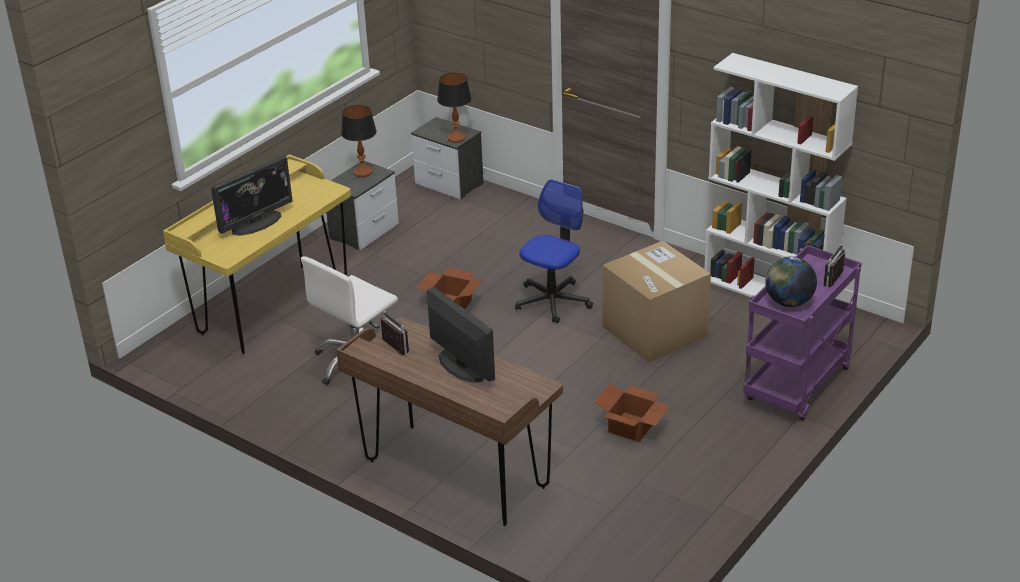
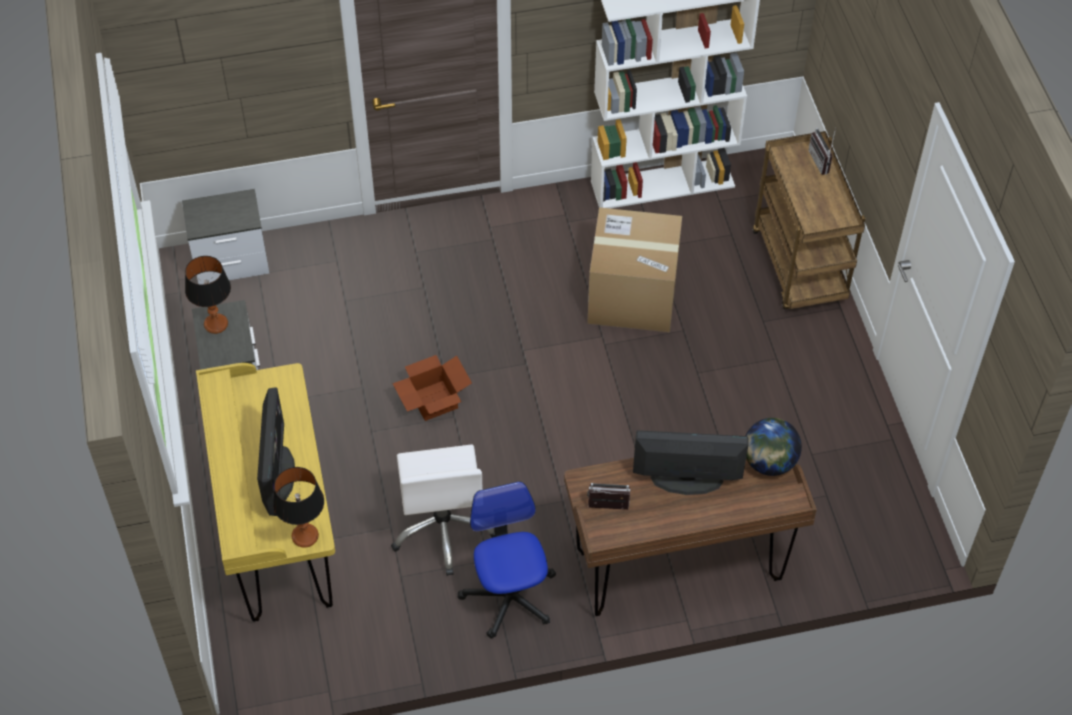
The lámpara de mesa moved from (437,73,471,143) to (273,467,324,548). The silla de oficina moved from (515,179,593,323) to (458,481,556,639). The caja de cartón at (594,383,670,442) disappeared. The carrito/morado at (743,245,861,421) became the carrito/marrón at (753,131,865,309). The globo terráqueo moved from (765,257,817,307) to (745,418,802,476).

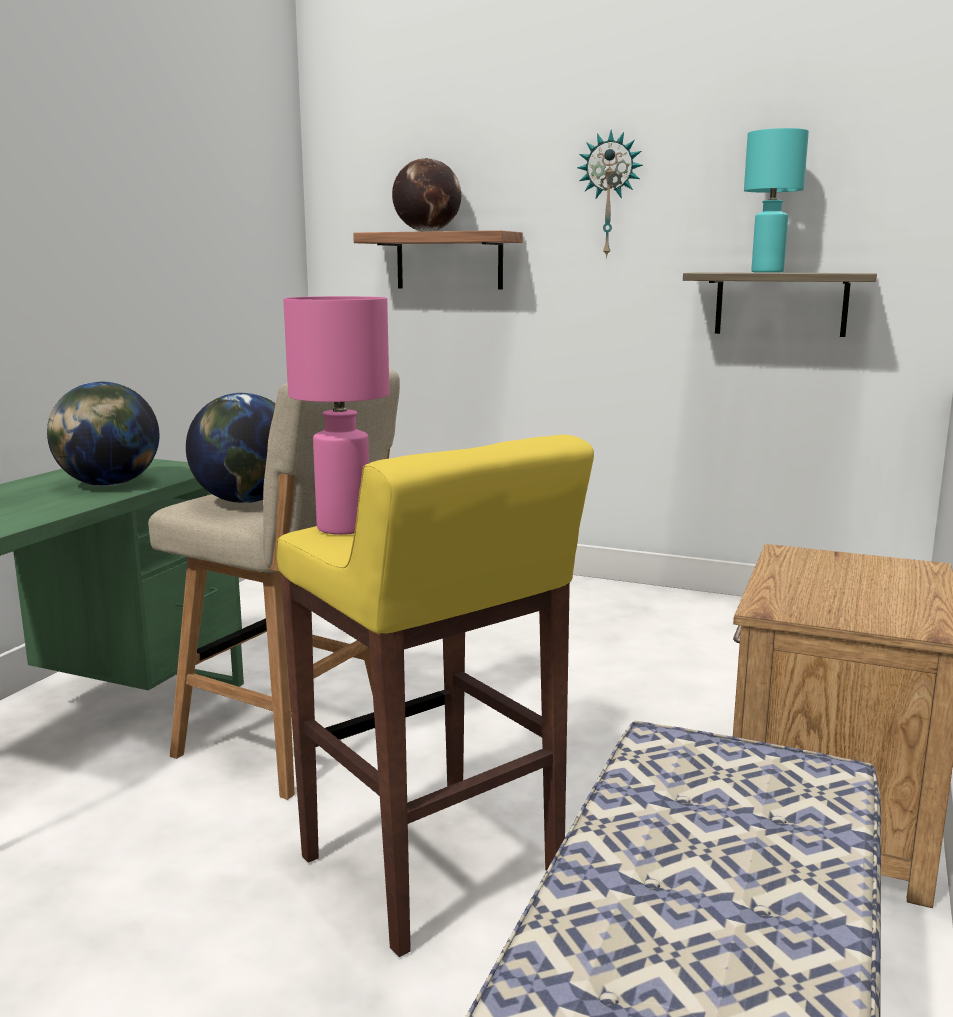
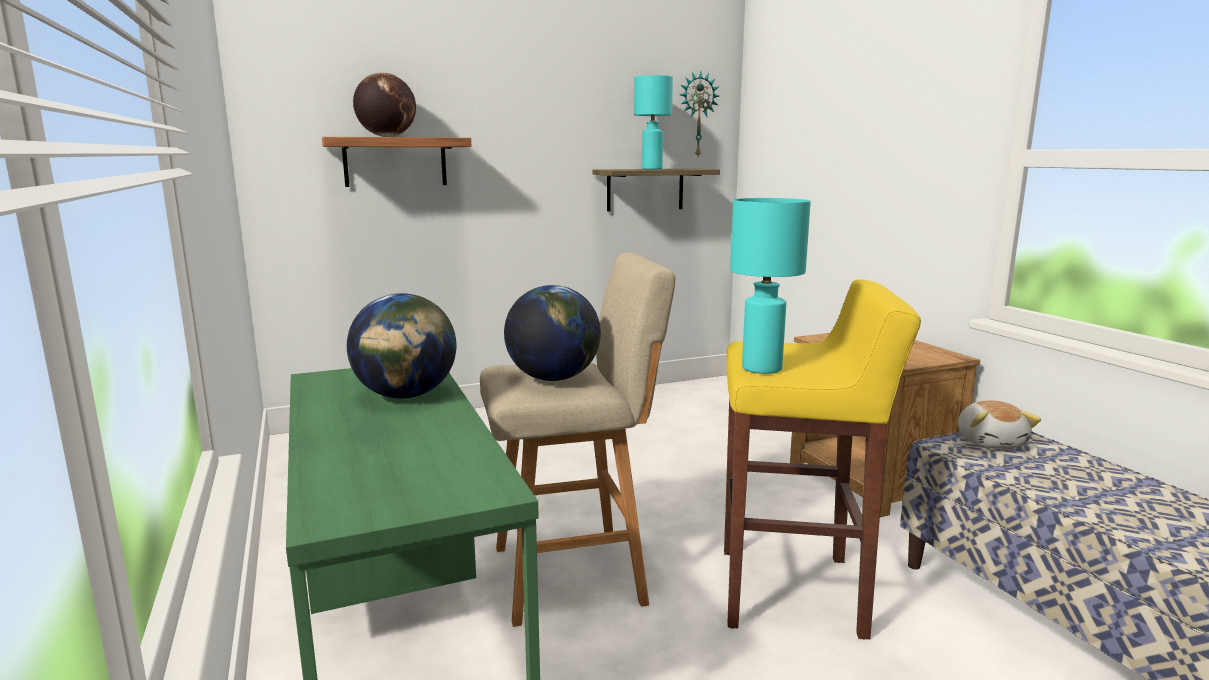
The lámpara de mesa/rosa at (283,296,389,535) became the lámpara de mesa/turquesa at (730,198,811,374). The reloj de pared moved from (577,130,643,259) to (679,71,719,156). The peluche at (958,401,1041,448) appeared.

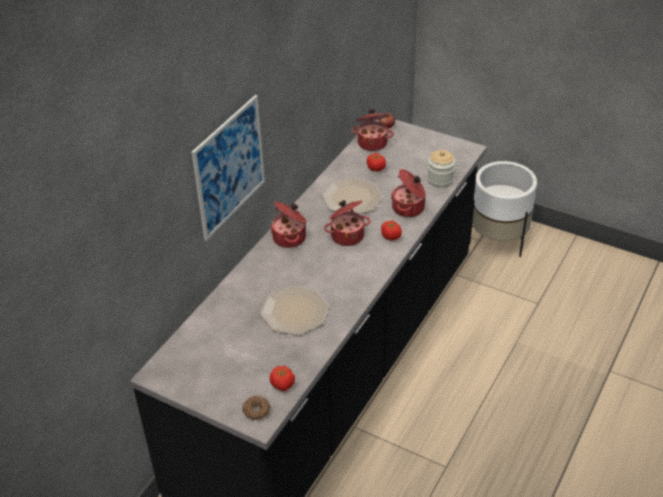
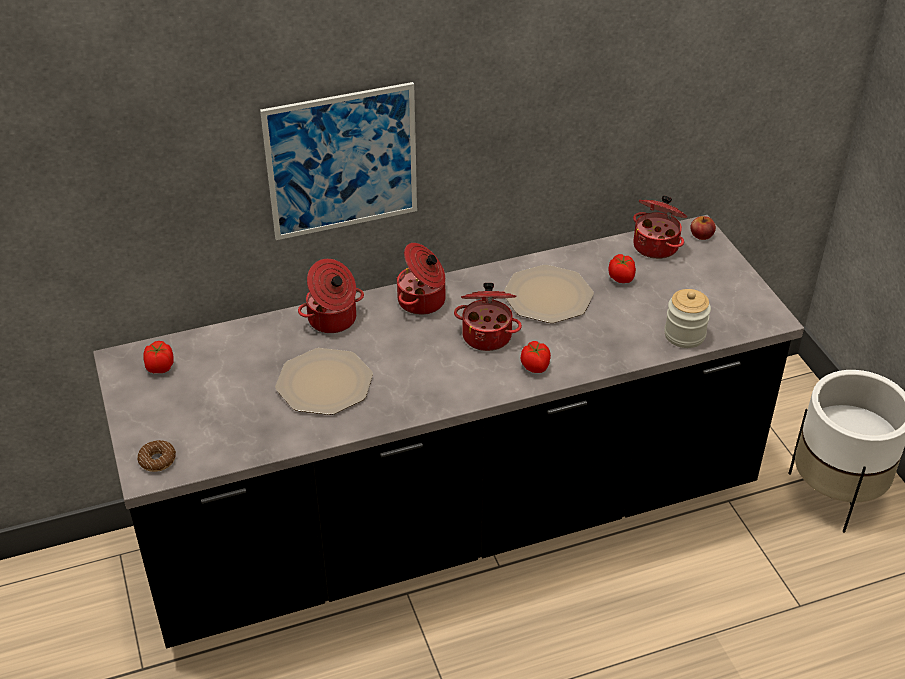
The tomate moved from (270,366,295,391) to (143,341,174,373). The olla moved from (391,169,426,217) to (298,259,364,333).

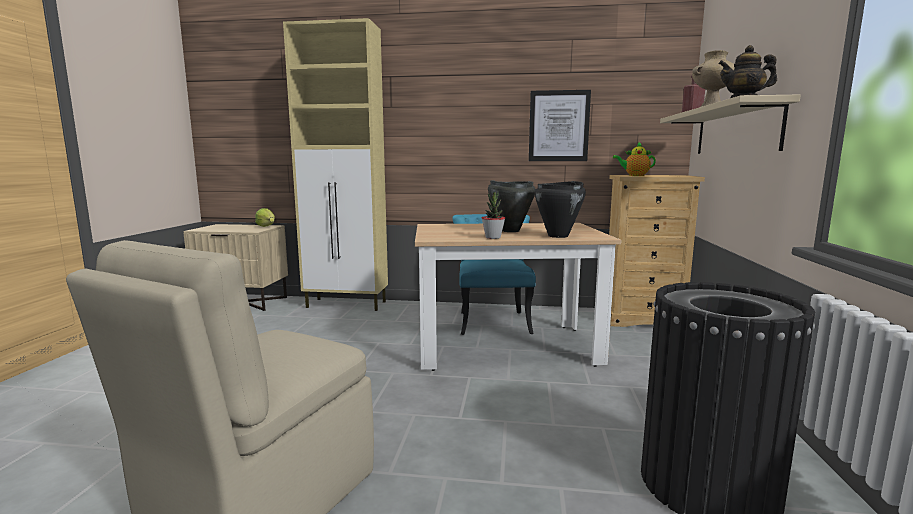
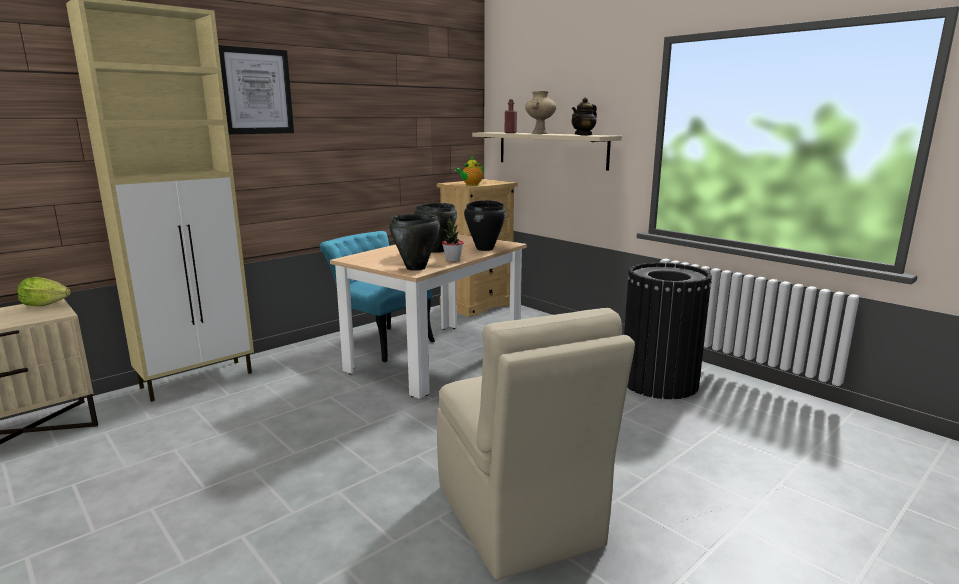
The cuadro moved from (529,90,591,161) to (218,45,294,134). The olla/negro at (389,214,440,271) appeared.

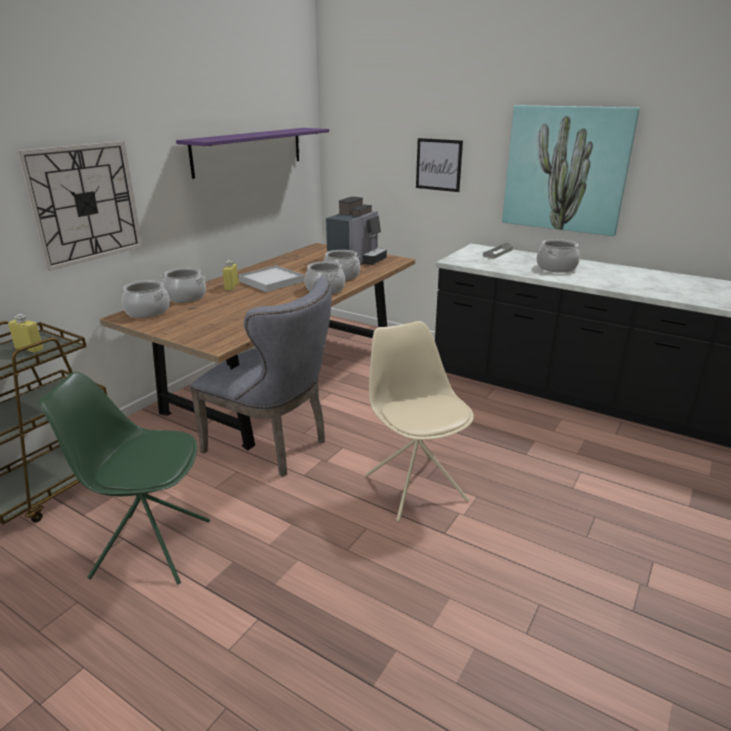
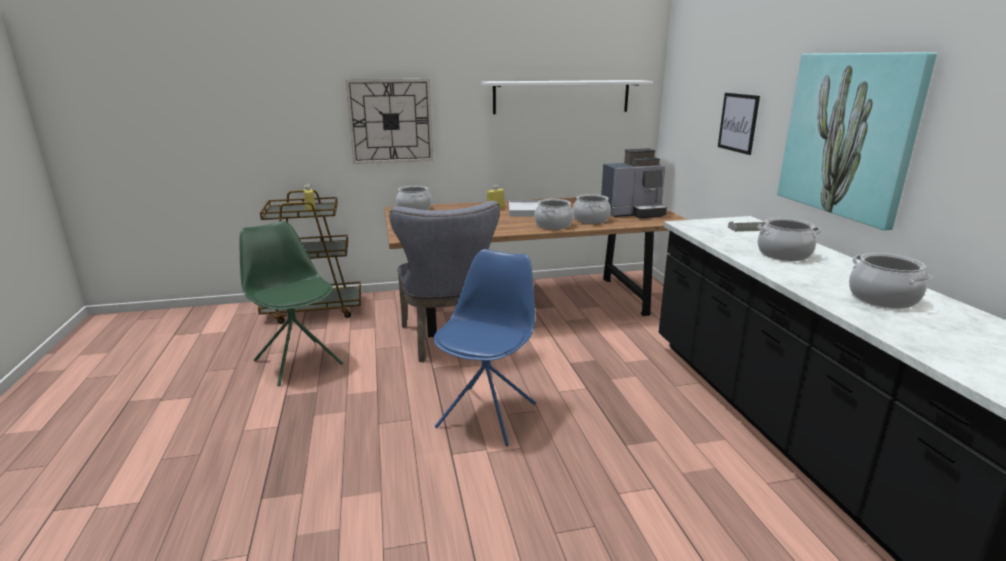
The olla moved from (161,268,206,303) to (849,253,932,308). The estante/morado at (176,128,329,179) became the estante/blanco at (481,80,653,114). The silla/beis at (365,321,474,522) became the silla/azul at (434,249,536,446).

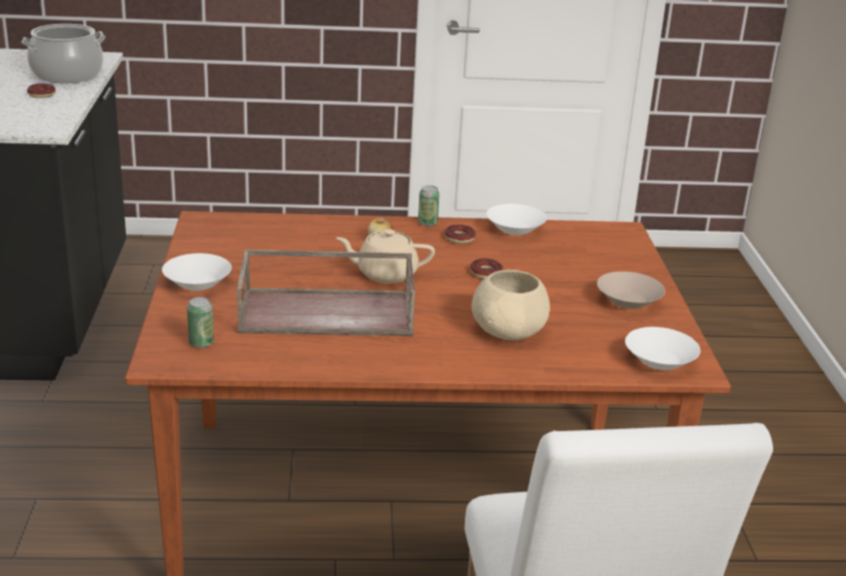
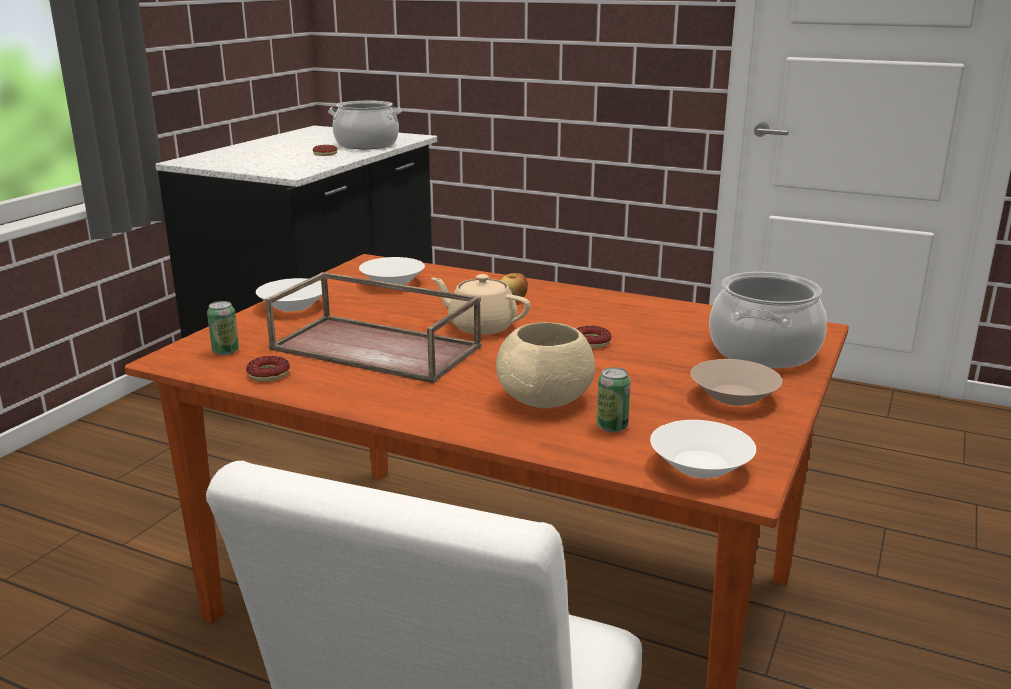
The lata moved from (418,185,439,226) to (597,367,631,432). The rosquilla moved from (444,225,476,244) to (246,356,290,381). The cuenco/blanco moved from (486,204,546,235) to (359,257,425,285). The olla at (709,272,827,368) appeared.

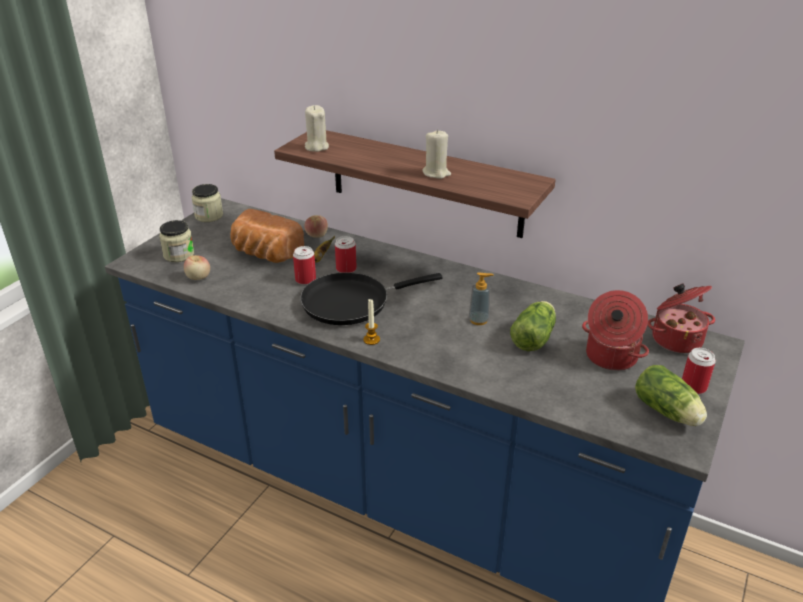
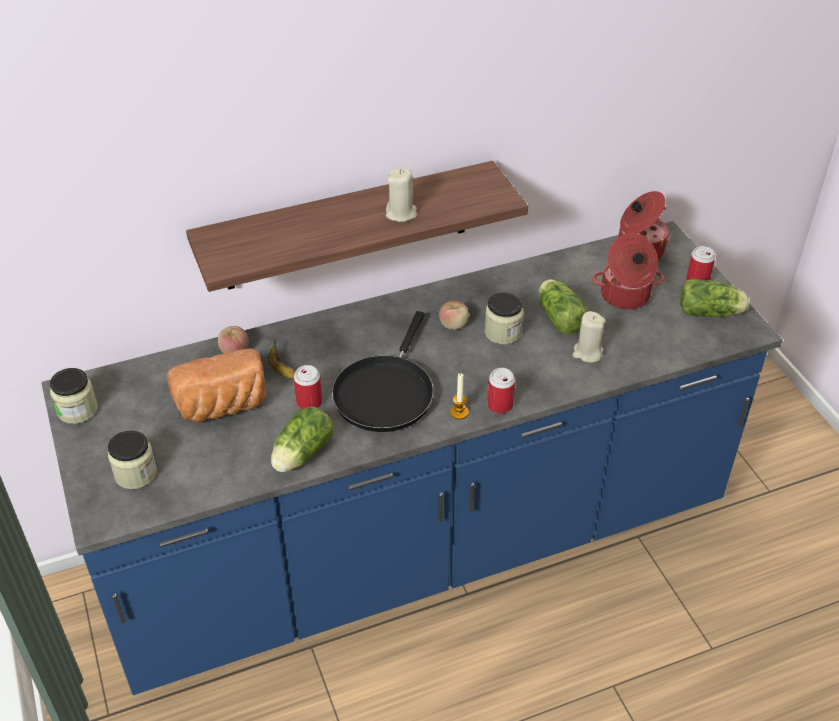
The manzana moved from (184,255,210,280) to (439,300,469,330). The vela/beis moved from (305,105,329,152) to (573,311,606,363). The lata moved from (335,236,357,273) to (487,368,515,414). The dispensador de jabón at (468,272,494,325) was replaced by the tarro at (485,292,523,345). The lechuga at (271,407,334,472) appeared.

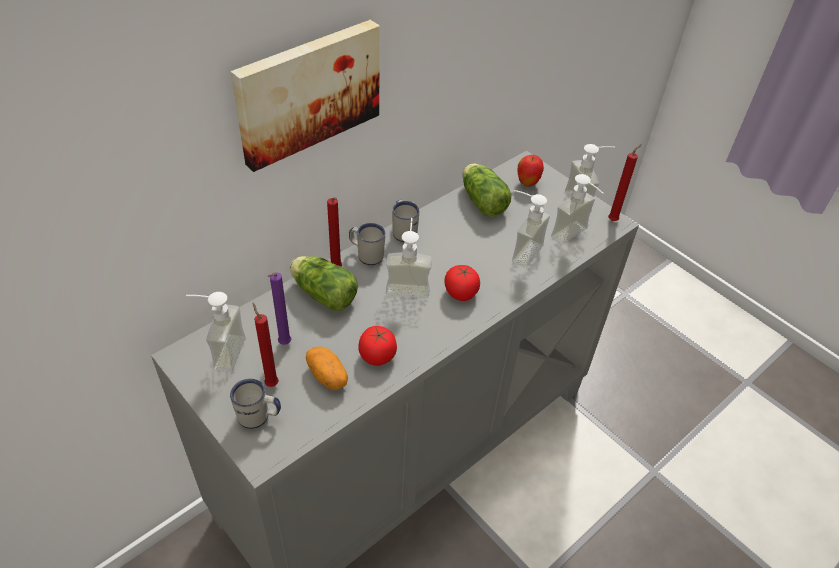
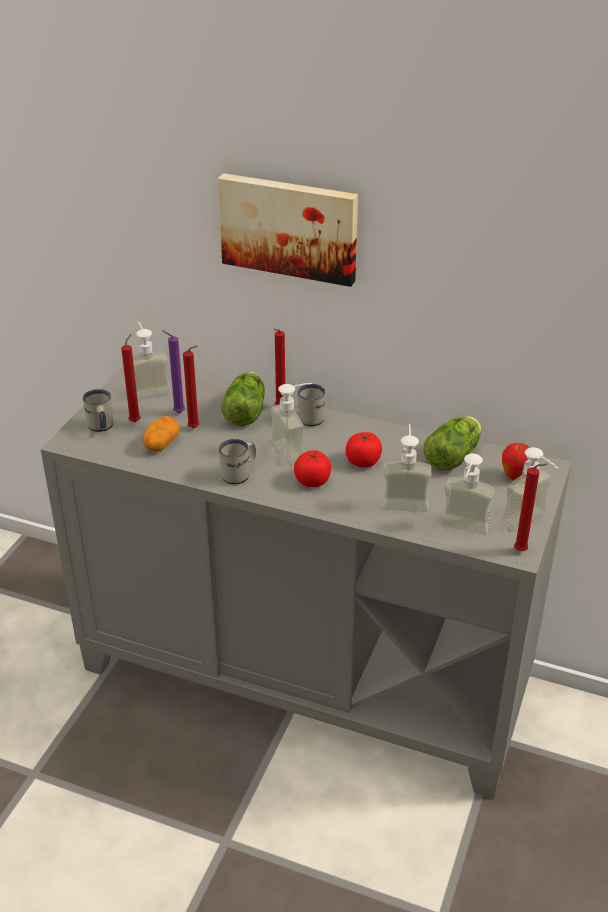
The tomate moved from (358,326,397,366) to (346,432,382,468). The taza grande/blanco moved from (392,200,419,242) to (219,439,256,484). The vela/rojo at (183,346,200,428) appeared.

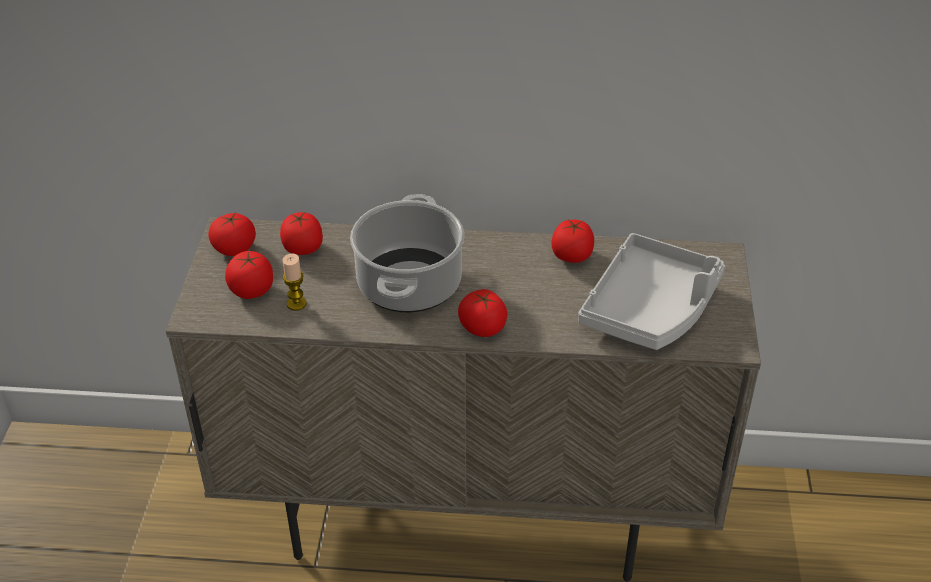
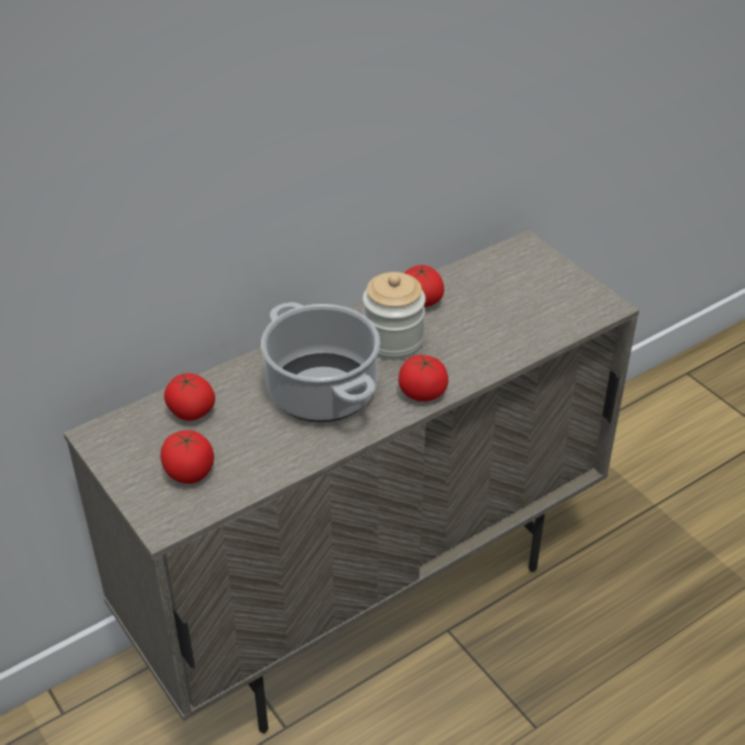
The tomate at (208,213,256,256) disappeared. The vela at (283,253,307,311) disappeared. The bandeja/gris at (578,233,725,350) disappeared. The tarro at (363,272,426,360) appeared.

